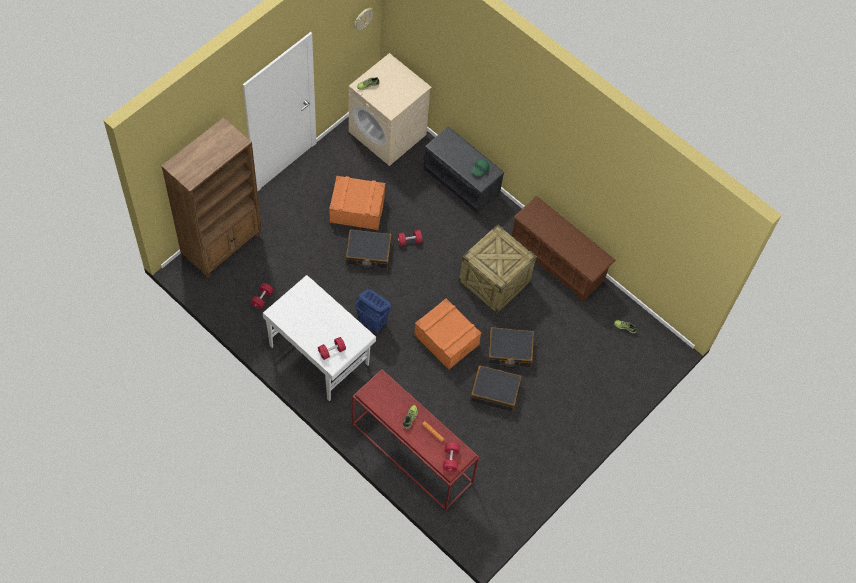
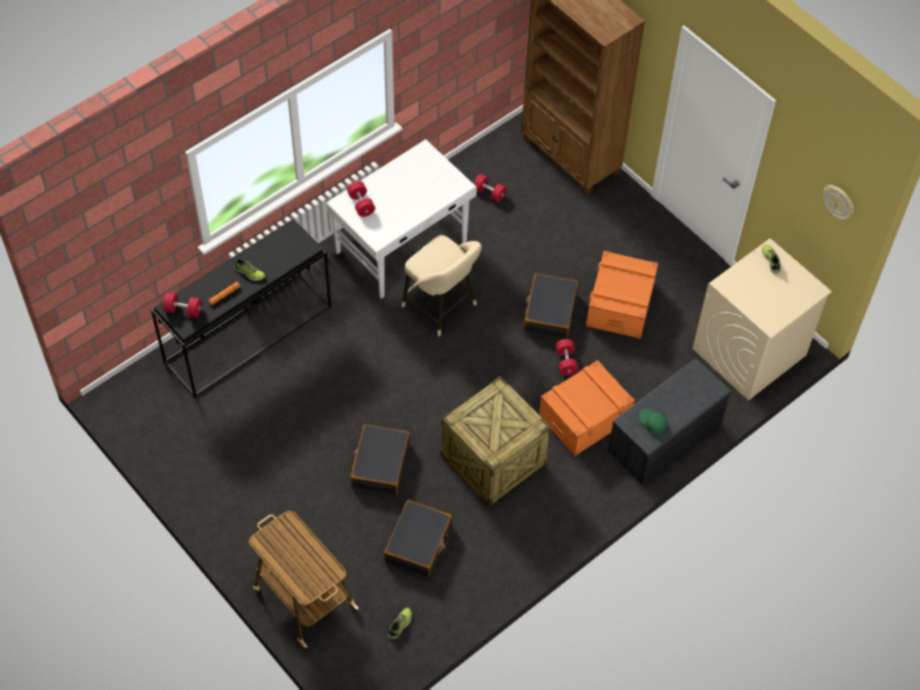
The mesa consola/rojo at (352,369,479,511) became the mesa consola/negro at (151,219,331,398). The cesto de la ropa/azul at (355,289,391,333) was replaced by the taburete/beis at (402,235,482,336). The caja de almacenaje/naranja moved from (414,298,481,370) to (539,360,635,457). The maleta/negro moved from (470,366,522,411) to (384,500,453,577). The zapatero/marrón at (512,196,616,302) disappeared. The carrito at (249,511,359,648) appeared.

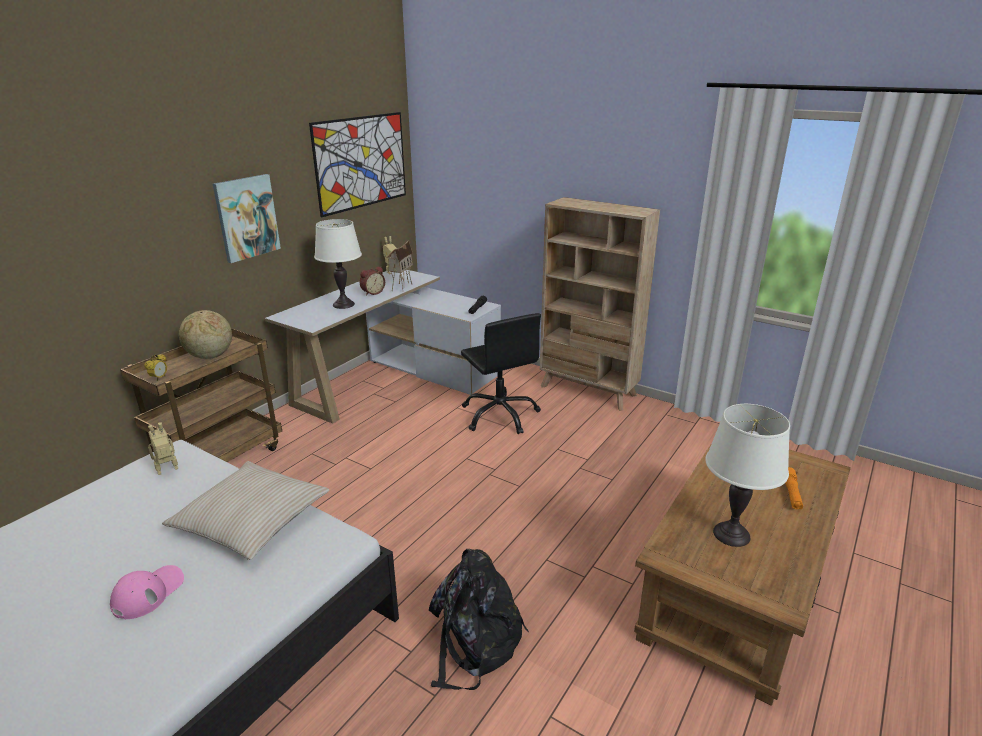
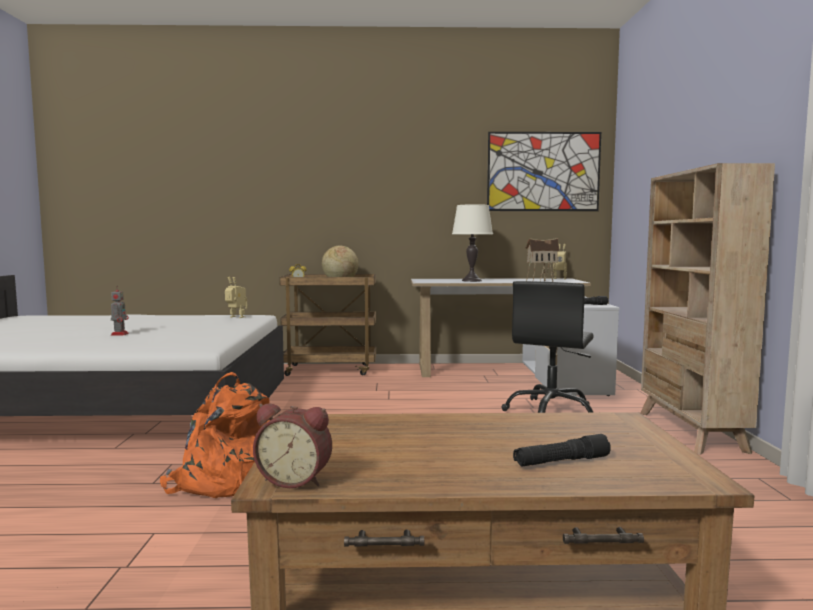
The gorra/rosa at (110,565,184,619) was replaced by the robot de juguete at (111,286,129,336). The cojín/beis at (162,461,329,560) disappeared. The cuadro at (213,174,281,263) disappeared. The despertador moved from (360,267,385,296) to (253,403,332,488). The mochila/negro at (429,549,529,690) became the mochila/naranja at (160,372,270,498). The lámpara de mesa/blanco at (705,404,790,547) disappeared. The linterna/naranja at (786,467,803,509) became the linterna/negro at (513,434,611,467).

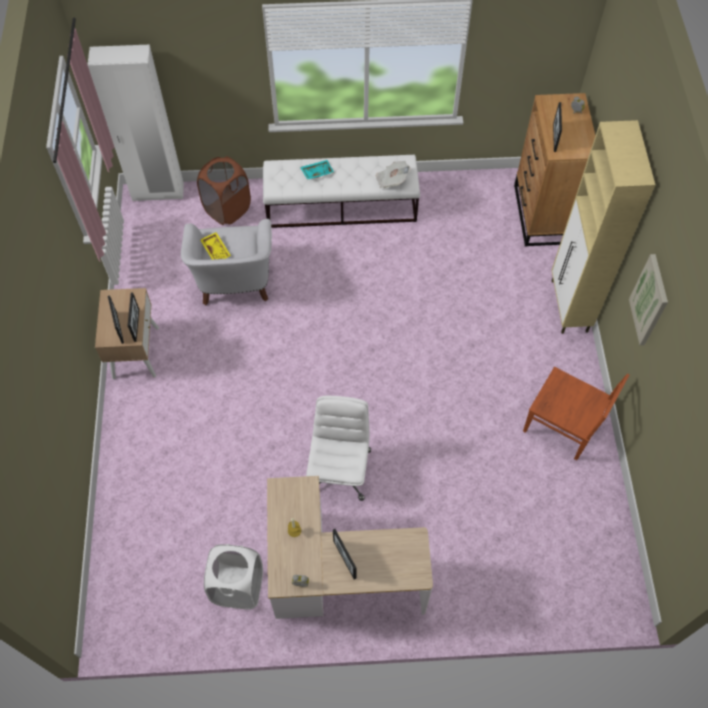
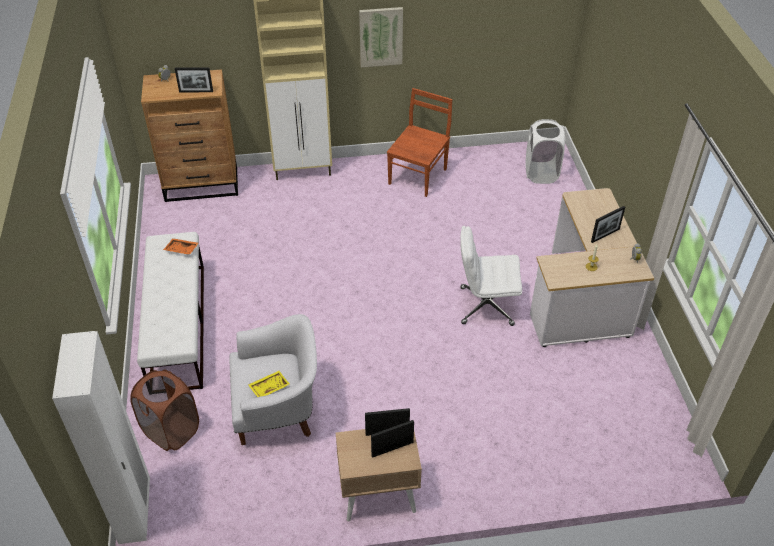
The cesto de la ropa/blanco moved from (204,544,263,610) to (526,119,565,184). The bandeja/turquesa at (300,160,334,180) disappeared. The periódico at (375,161,410,188) was replaced by the bandeja/naranja at (163,238,199,255).

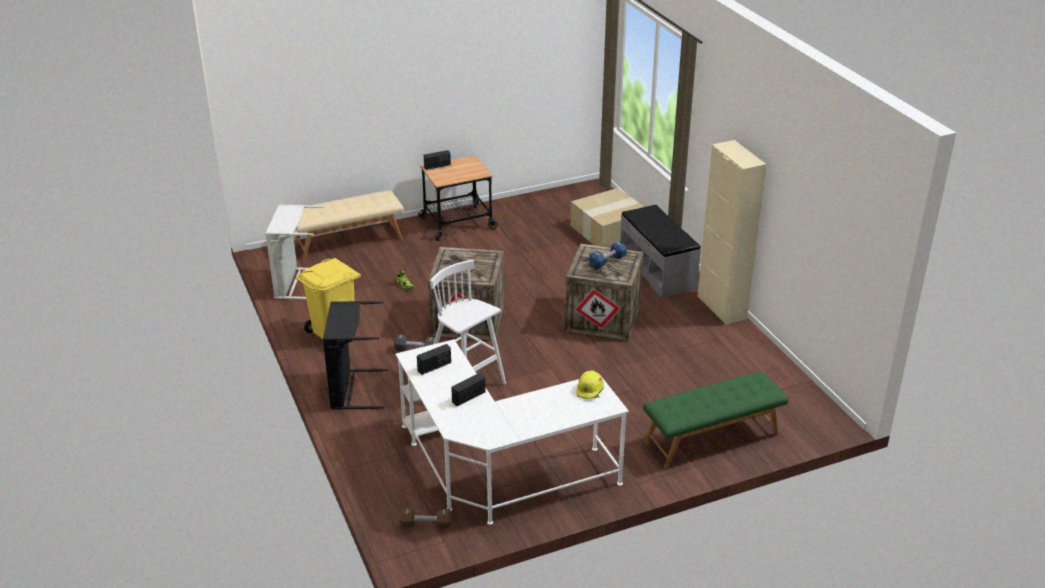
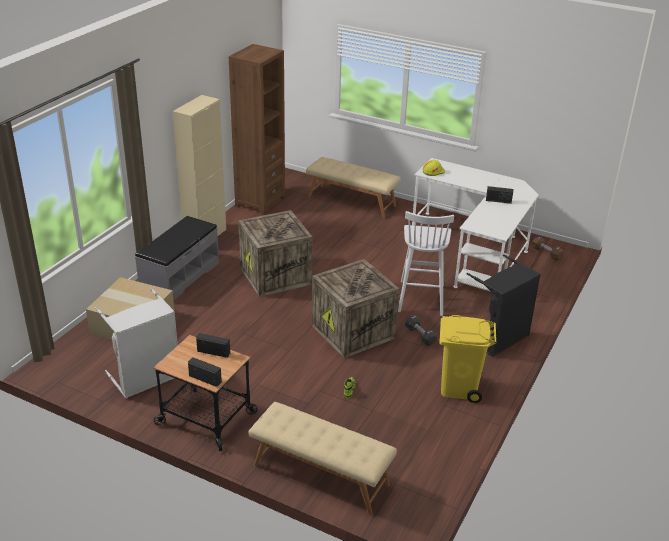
The cesto de la ropa/gris moved from (266,205,325,300) to (95,288,178,399). The radio moved from (417,344,451,375) to (196,333,230,357). The mancuerna/azul at (589,241,627,269) disappeared. The banco/verde at (643,371,789,469) became the banco/beis at (306,157,401,218). The estantería/marrón at (229,44,285,215) appeared.

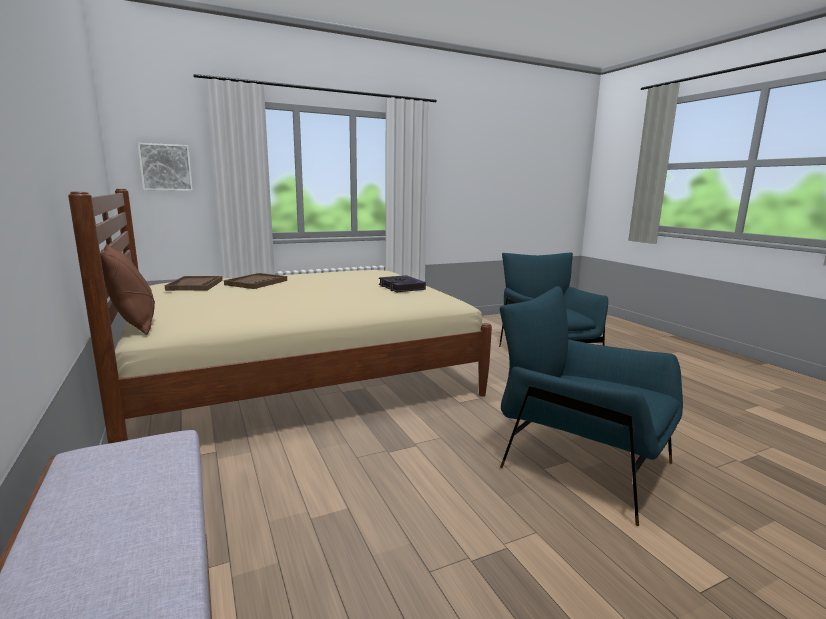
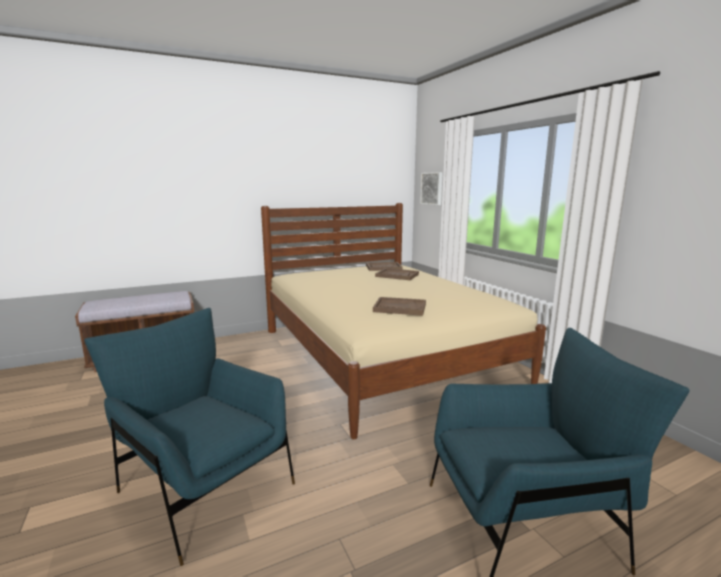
The cojín/marrón at (100,244,155,335) disappeared. The libro at (379,275,426,292) was replaced by the bandeja/marrón at (373,297,426,316). The sillón/azul at (500,286,683,526) turned 90 degrees counterclockwise.

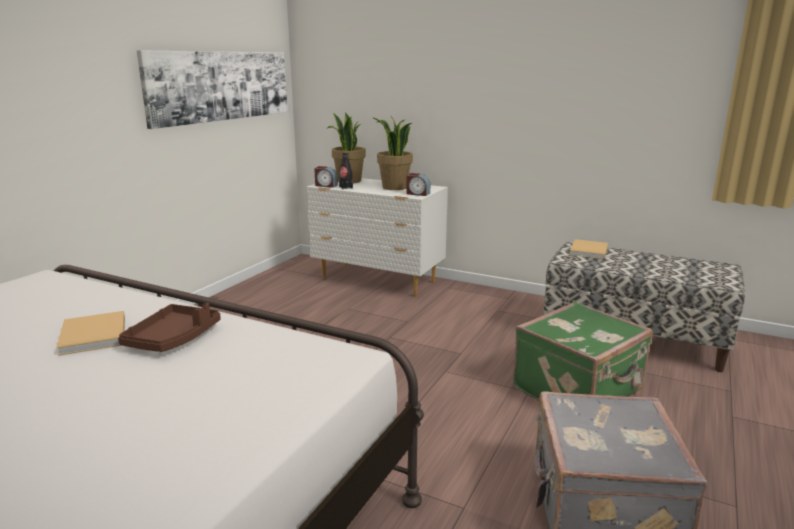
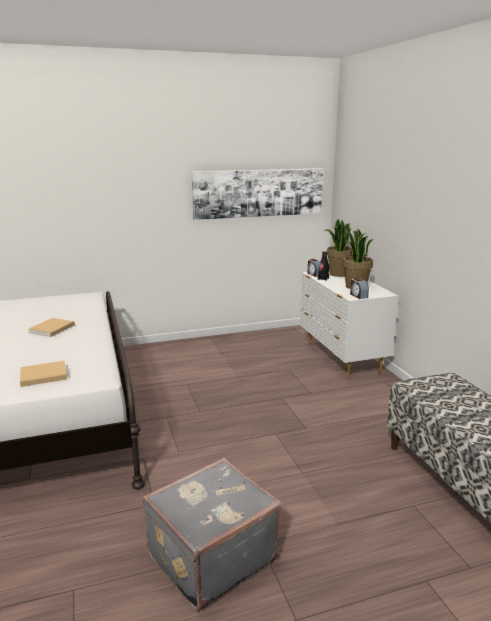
The bandeja/marrón at (118,303,221,352) disappeared. The maleta/verde at (513,301,653,401) disappeared. The libro/beis moved from (569,239,608,259) to (20,361,67,387).

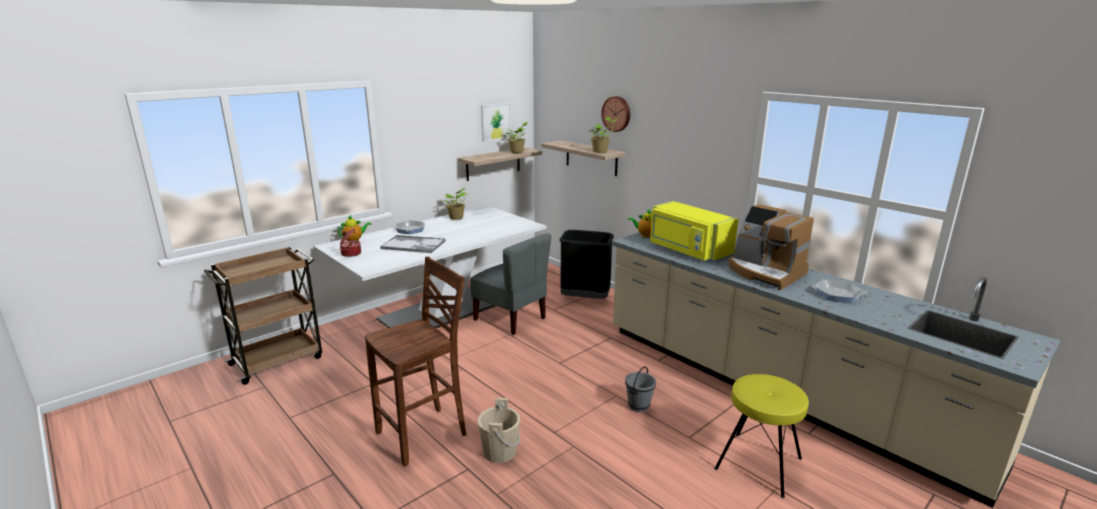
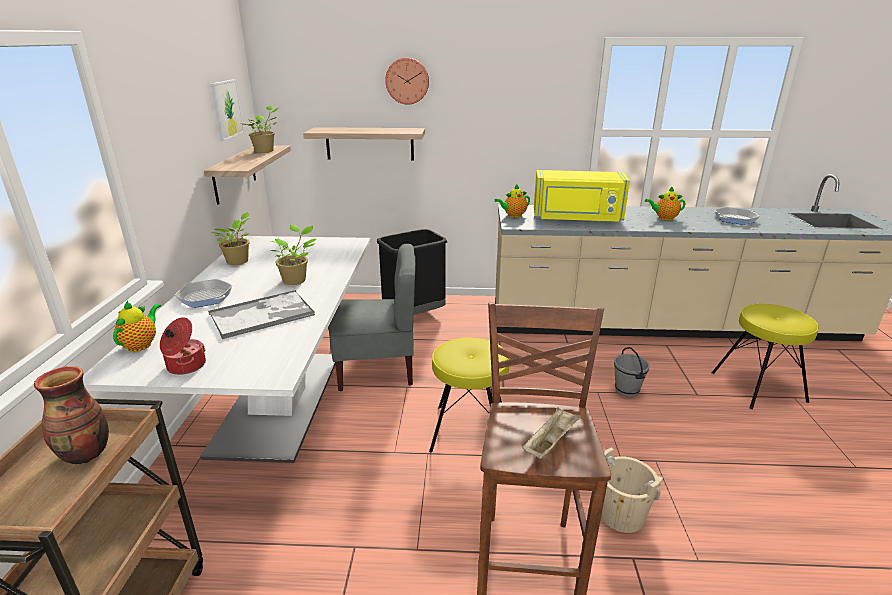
The planta en maceta moved from (591,117,617,153) to (271,225,316,285). The cafetera at (728,204,814,290) was replaced by the tetera at (645,186,685,221). The florero at (34,366,109,464) appeared. The taburete/amarillo at (429,337,509,453) appeared. The bandeja/beis at (522,407,582,459) appeared.

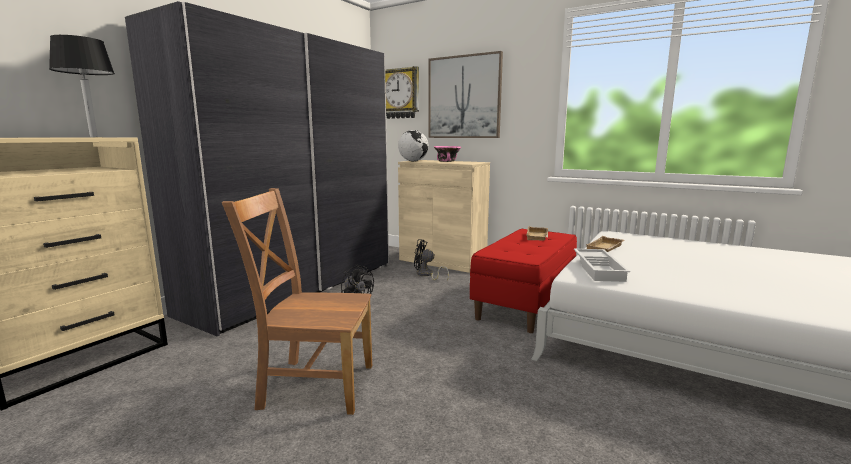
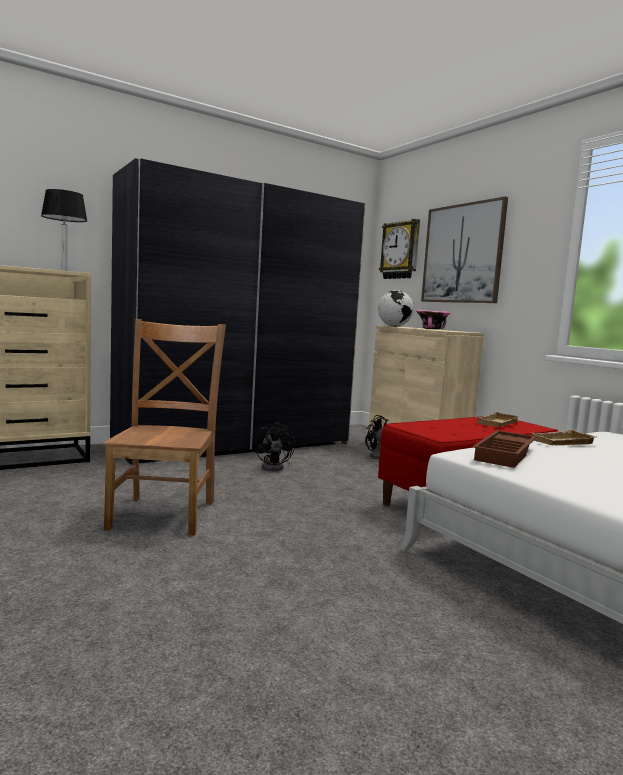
The silla/marrón at (222,188,372,415) turned 60 degrees clockwise. The bandeja/blanco at (574,249,630,282) became the bandeja/marrón at (473,430,536,468).

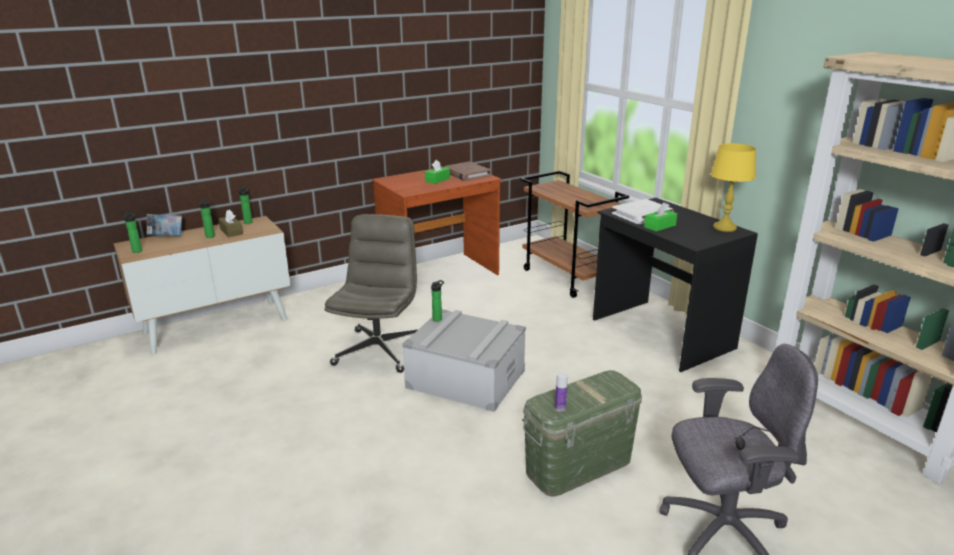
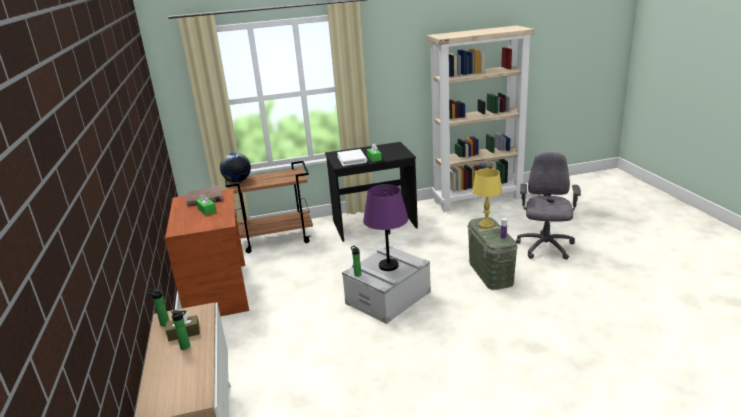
The botella at (124,212,142,253) disappeared. The libro at (147,214,182,236) disappeared. The silla de oficina/gris at (325,214,418,373) disappeared. The lámpara de mesa/amarillo moved from (710,143,756,232) to (472,168,502,229). The globo terráqueo at (220,152,251,183) appeared. The lámpara de mesa/morado at (363,184,408,271) appeared.

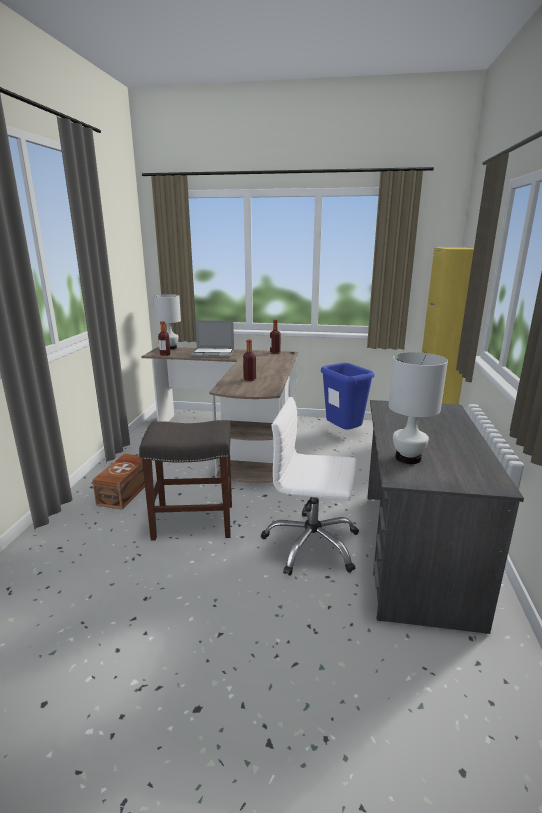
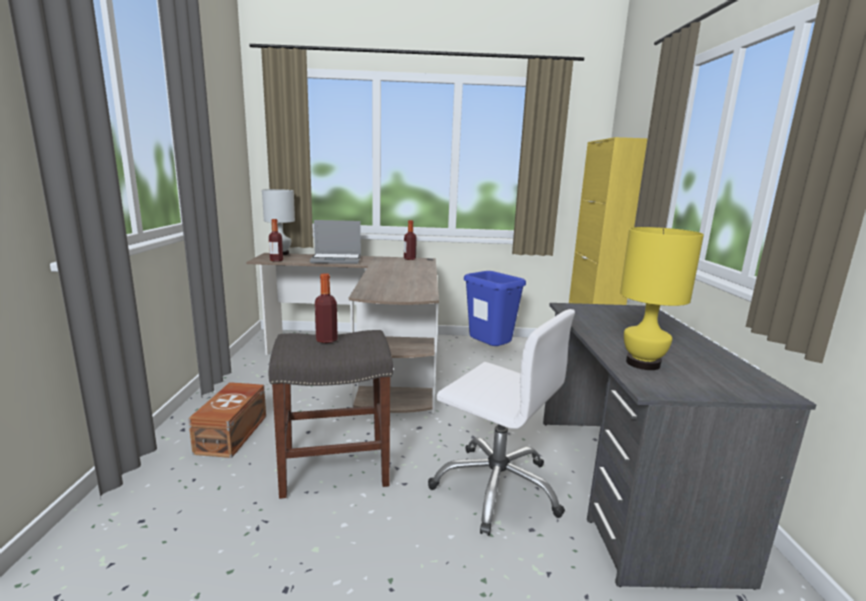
The botella moved from (243,339,256,381) to (315,273,338,343). The silla de oficina/blanco at (261,397,359,576) turned 150 degrees counterclockwise. The lámpara de mesa/blanco at (388,352,448,464) became the lámpara de mesa/amarillo at (620,227,704,370).

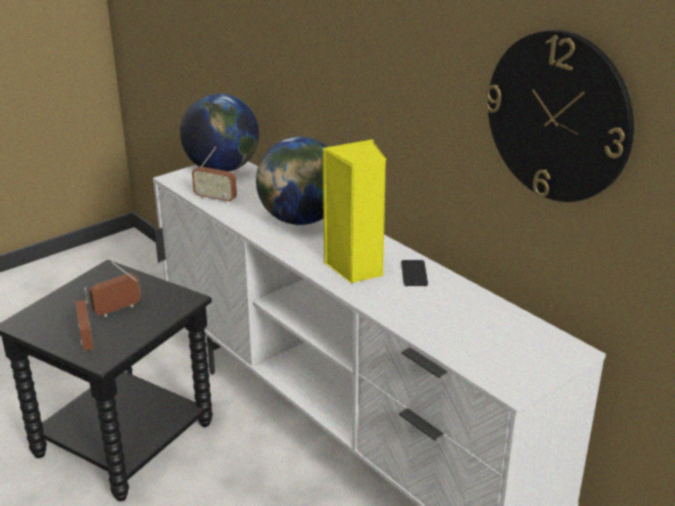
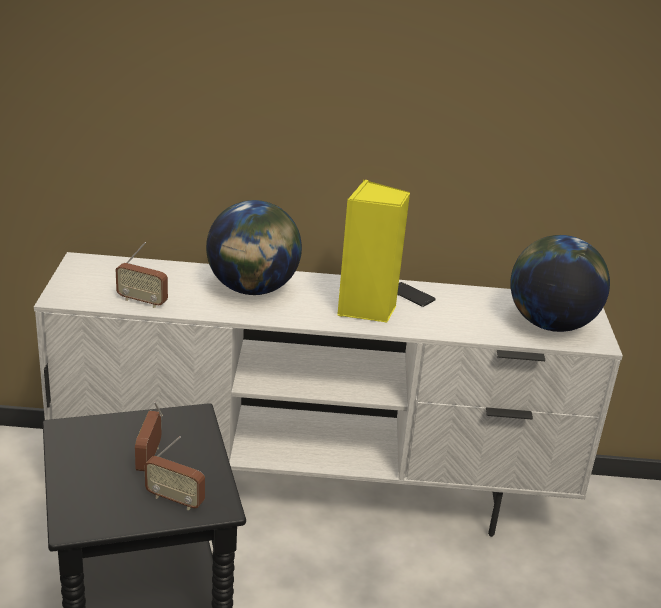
The globo terráqueo moved from (180,94,259,172) to (510,235,610,332). The radio at (192,147,237,204) turned 45 degrees clockwise. The reloj de pared at (485,30,634,202) disappeared.

